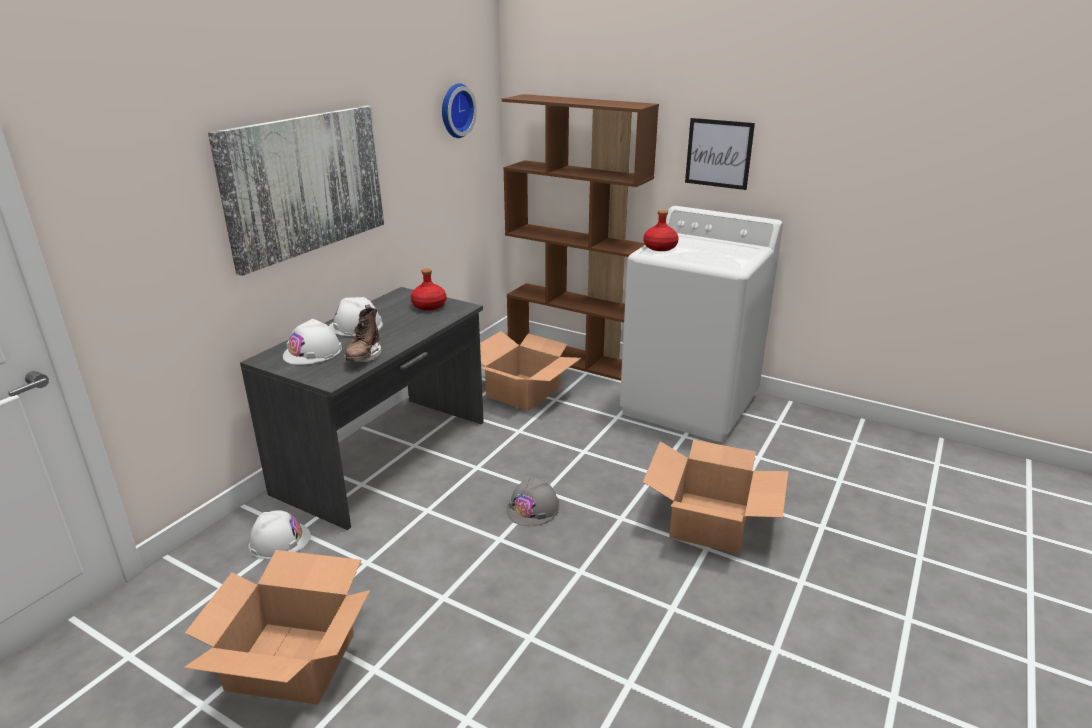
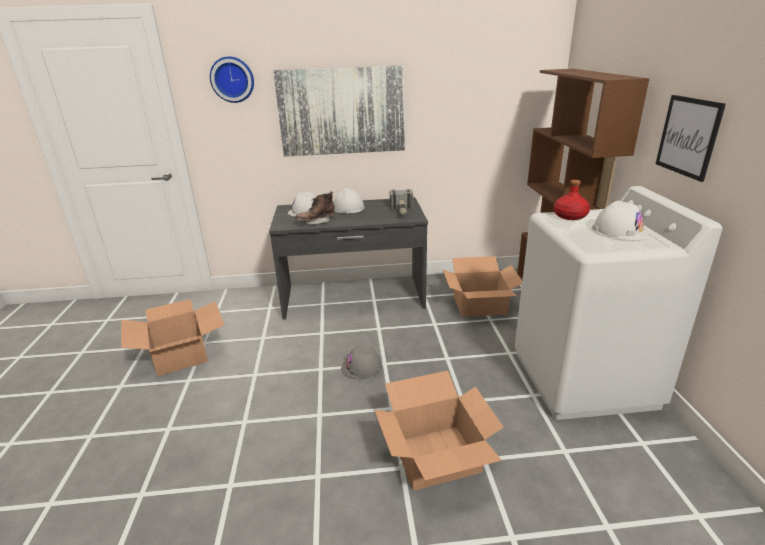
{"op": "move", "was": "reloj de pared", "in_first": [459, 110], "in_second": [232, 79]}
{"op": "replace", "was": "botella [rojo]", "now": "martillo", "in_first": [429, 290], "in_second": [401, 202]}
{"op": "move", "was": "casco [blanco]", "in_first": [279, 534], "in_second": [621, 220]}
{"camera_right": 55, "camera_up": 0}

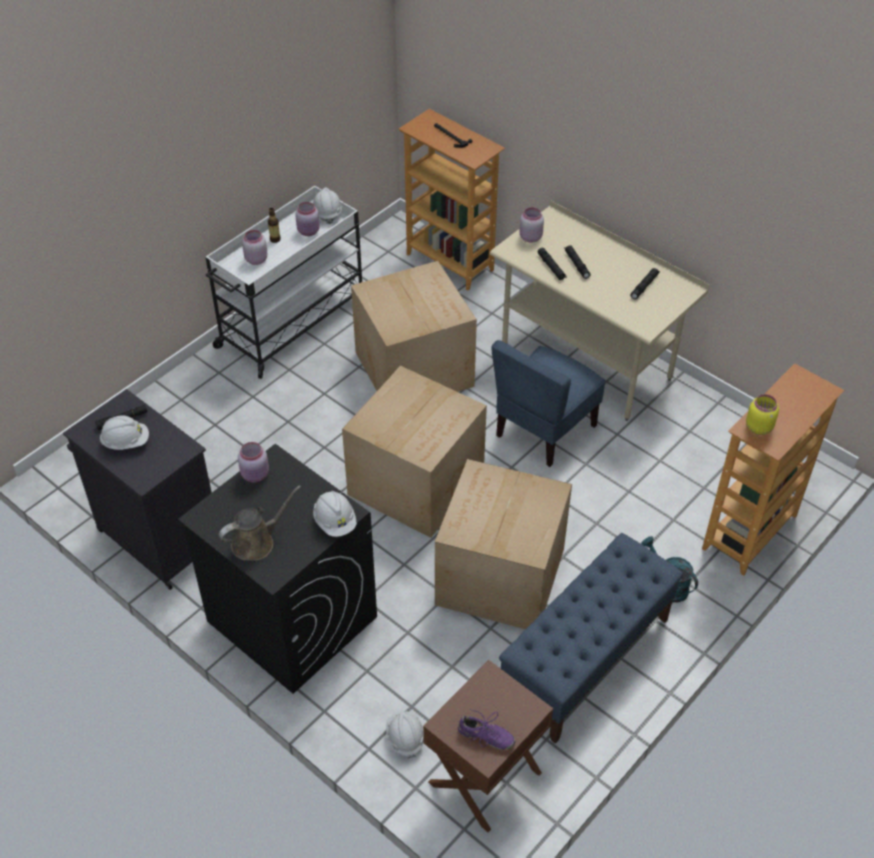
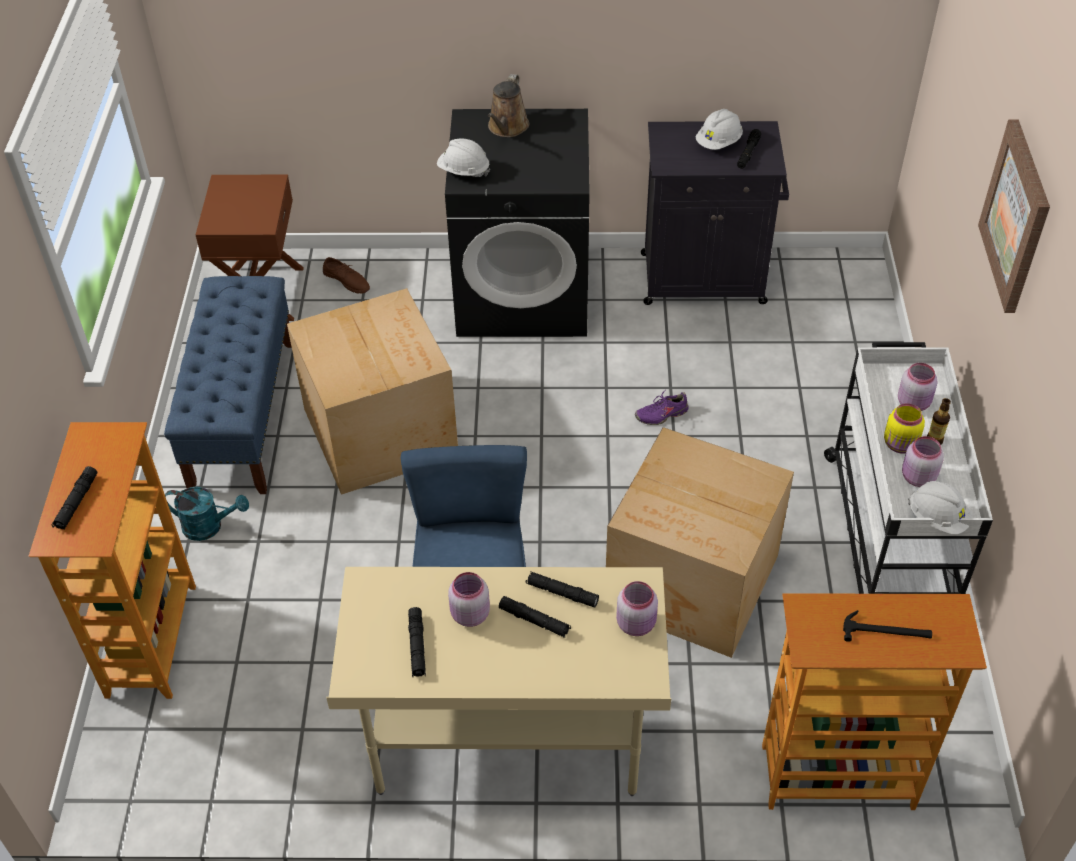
{"op": "insert", "now": "linterna [negro]", "in_second": [74, 498]}
{"op": "replace", "was": "casco [blanco]", "now": "zapato [marrón]", "in_first": [405, 734], "in_second": [346, 275]}
{"op": "move", "was": "tarro [rosa]", "in_first": [253, 462], "in_second": [469, 599]}
{"op": "move", "was": "zapato [morado]", "in_first": [486, 729], "in_second": [662, 408]}
{"op": "move", "was": "tarro [amarillo]", "in_first": [762, 414], "in_second": [904, 428]}
{"op": "insert", "now": "cuadro", "in_second": [1014, 216]}
{"op": "delete", "was": "caja de cartón", "in_first": [414, 452]}
{"camera_right": 140, "camera_up": 0}

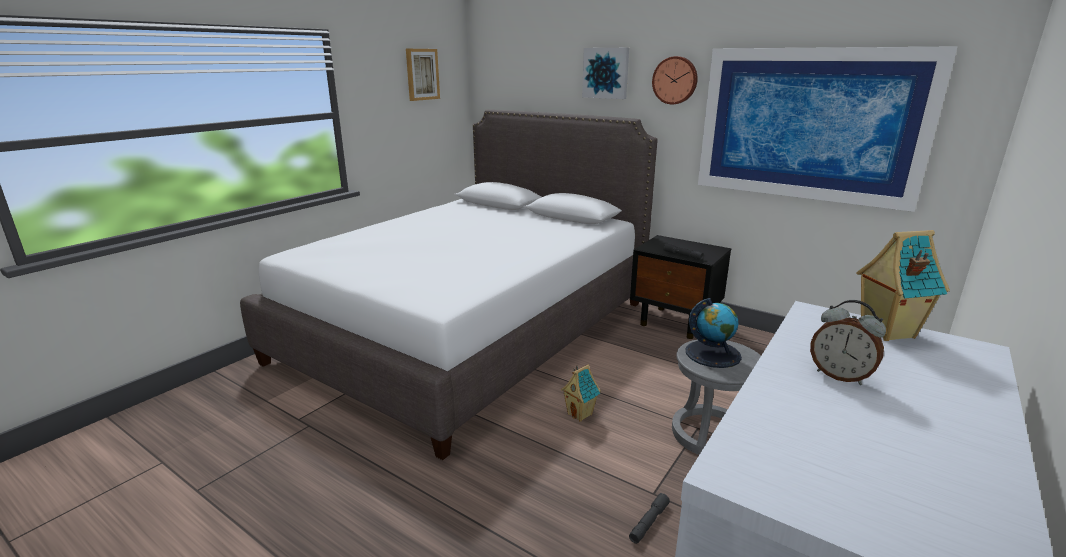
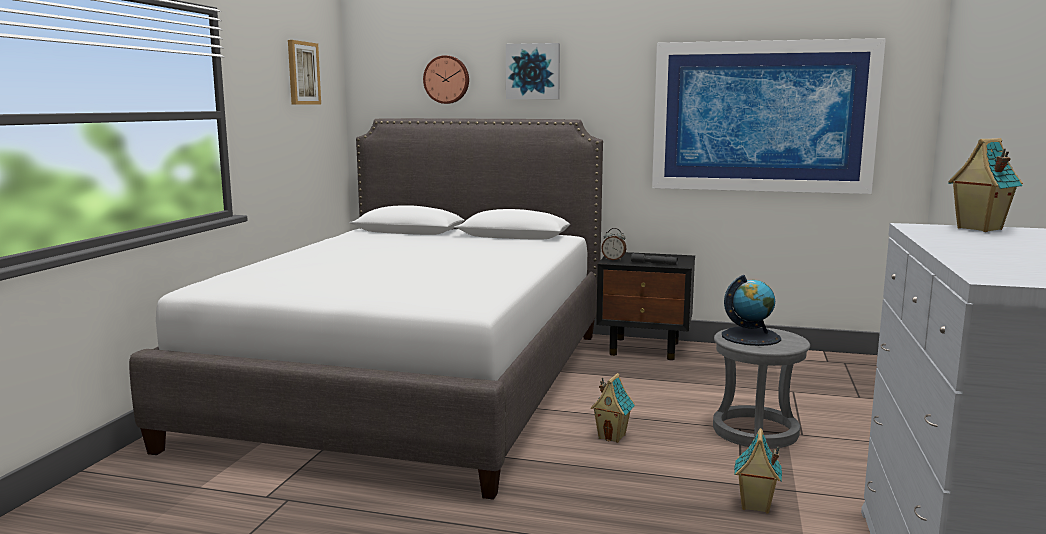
{"op": "move", "was": "reloj de pared", "in_first": [675, 80], "in_second": [446, 79]}
{"op": "move", "was": "despertador", "in_first": [848, 342], "in_second": [614, 244]}
{"op": "replace", "was": "linterna [gris]", "now": "casita", "in_first": [649, 518], "in_second": [758, 470]}
{"camera_right": -20, "camera_up": -10}

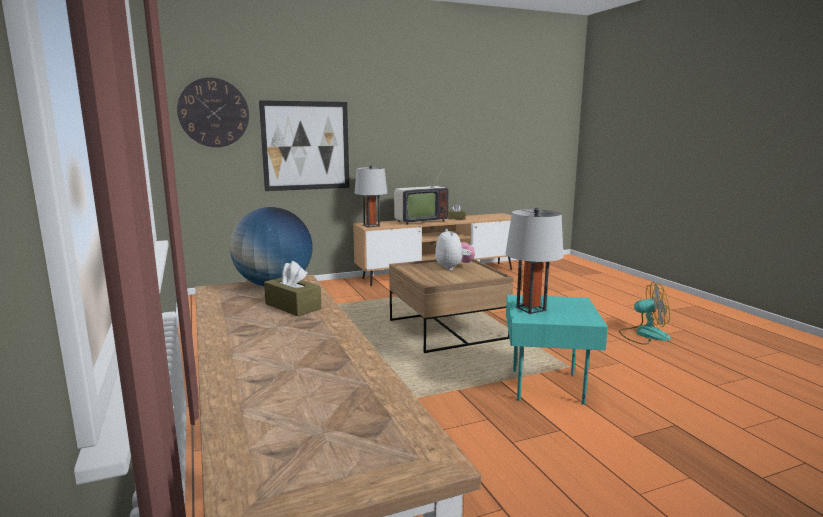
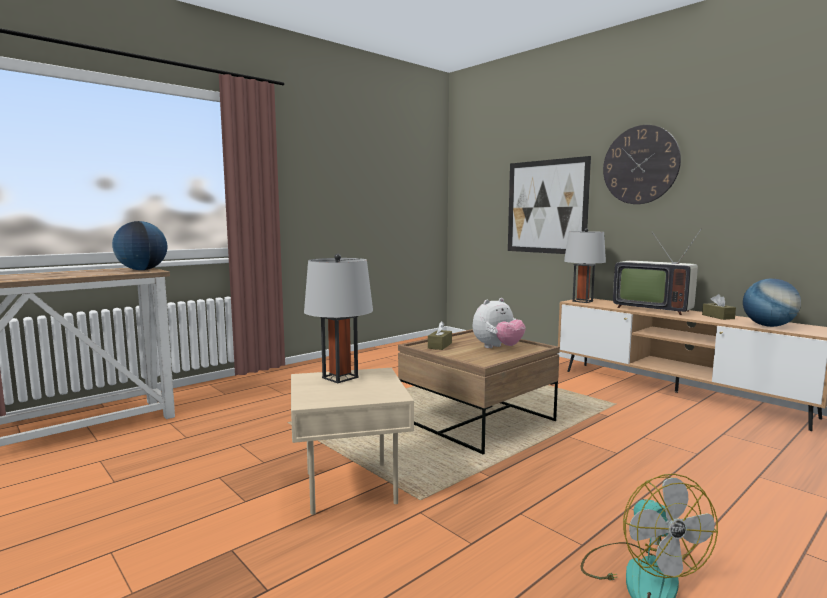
{"op": "recolor", "was": "mesa auxiliar [turquesa]", "now": "mesa auxiliar [beis]", "in_first": [557, 350], "in_second": [352, 441]}
{"op": "move", "was": "caja de pañuelos [marrón]", "in_first": [292, 288], "in_second": [440, 335]}
{"op": "move", "was": "reloj de pared", "in_first": [213, 112], "in_second": [642, 164]}
{"op": "insert", "now": "globo terráqueo", "in_second": [772, 302]}
{"camera_right": 70, "camera_up": -5}

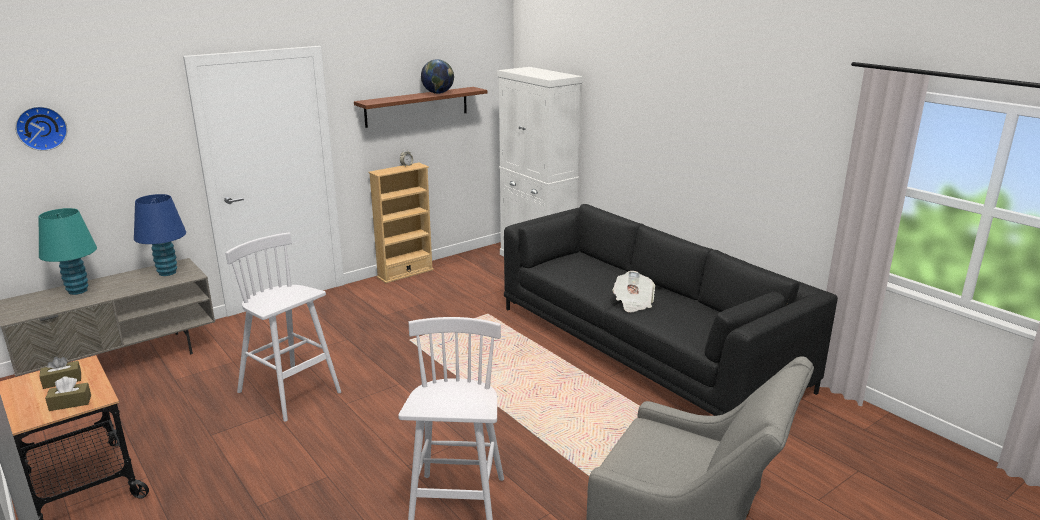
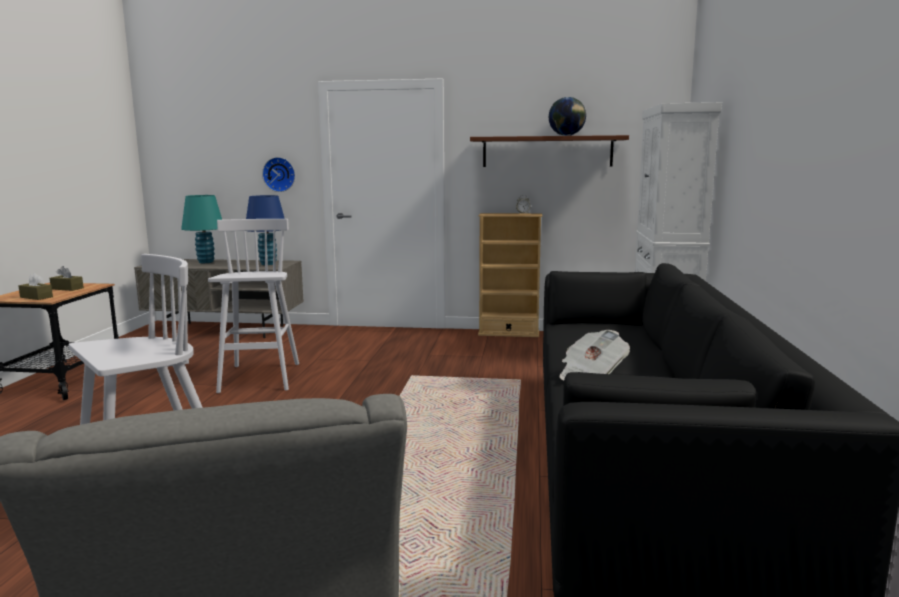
{"op": "move", "was": "reloj de pared", "in_first": [41, 128], "in_second": [278, 174]}
{"camera_right": 45, "camera_up": -10}

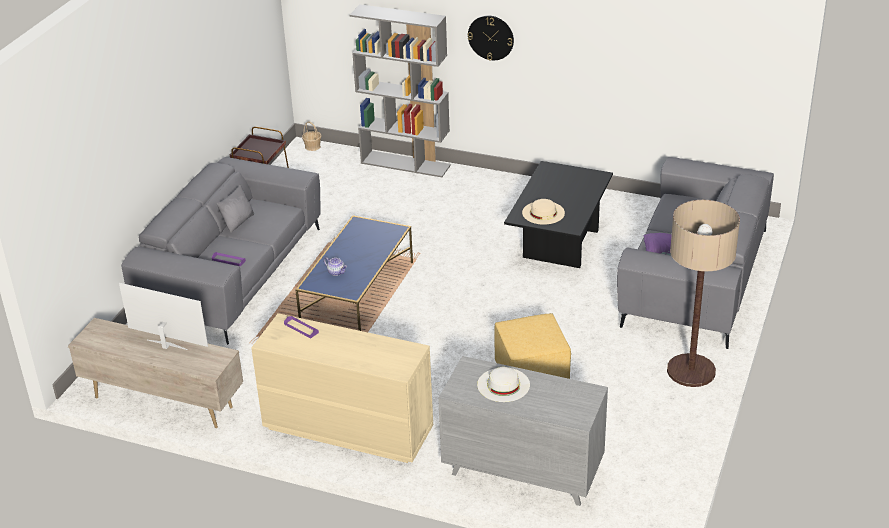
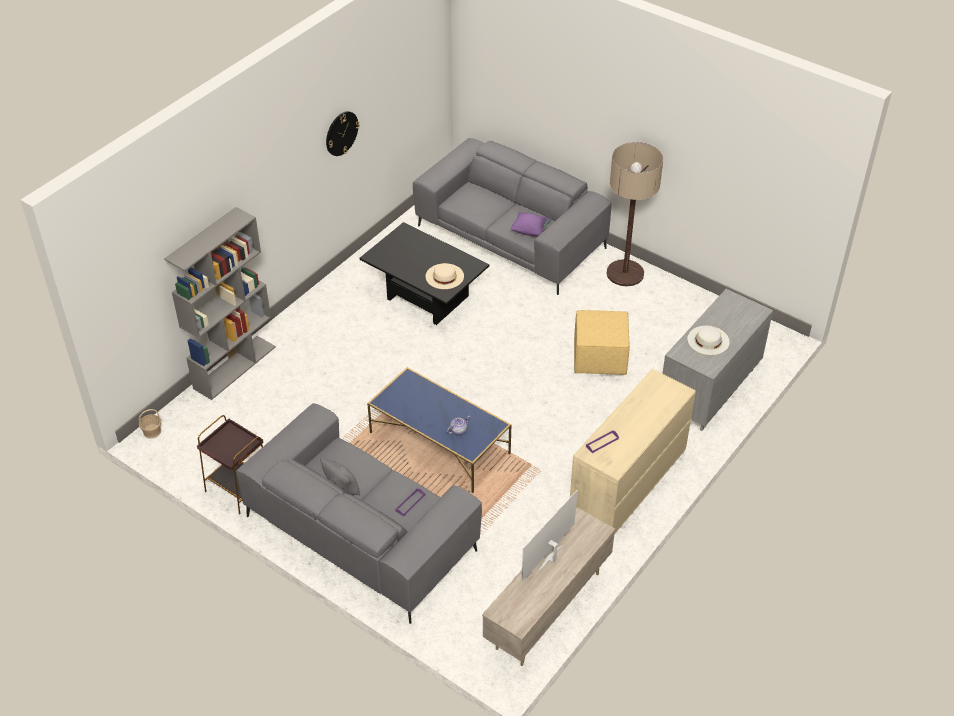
{"op": "move", "was": "reloj de pared", "in_first": [491, 38], "in_second": [342, 133]}
{"camera_right": -75, "camera_up": 10}

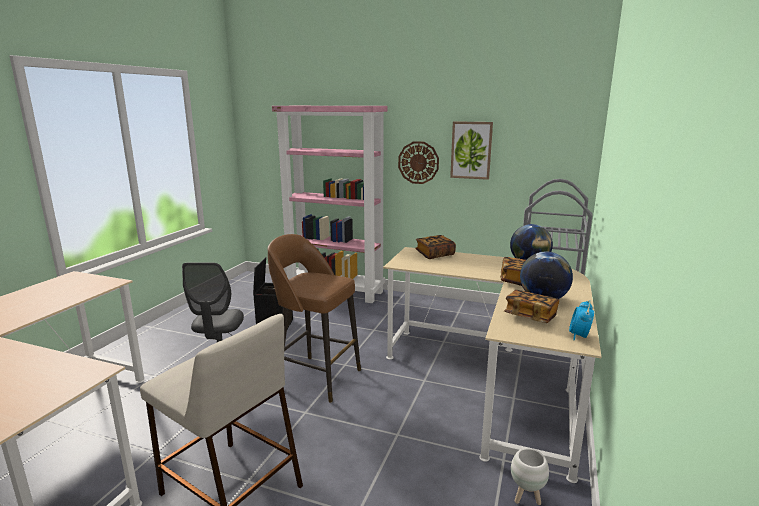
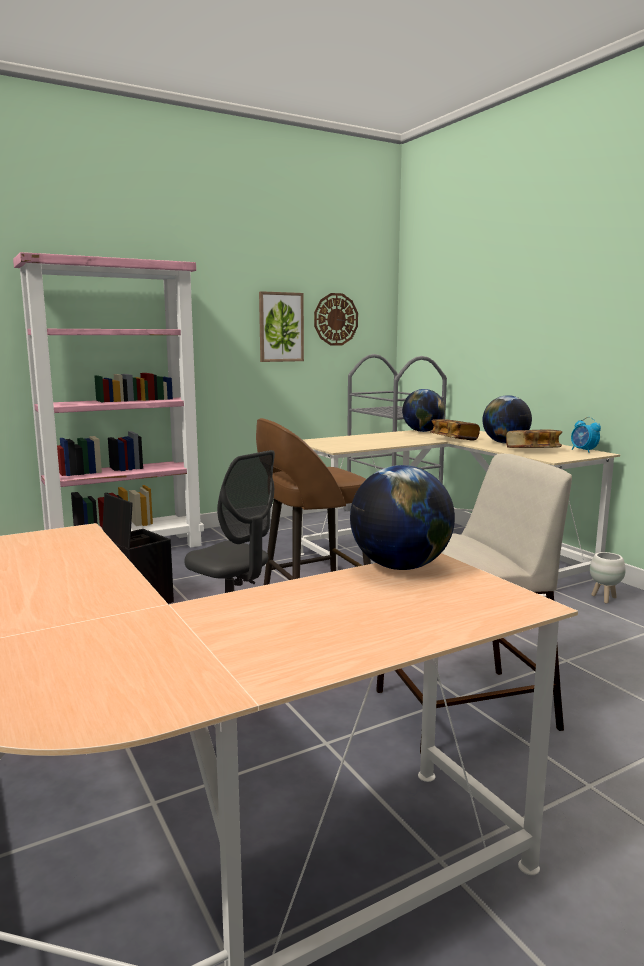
{"op": "move", "was": "reloj de pared", "in_first": [418, 162], "in_second": [336, 319]}
{"op": "insert", "now": "globo terráqueo", "in_second": [402, 517]}
{"op": "delete", "was": "libro", "in_first": [435, 247]}
{"camera_right": -50, "camera_up": -5}

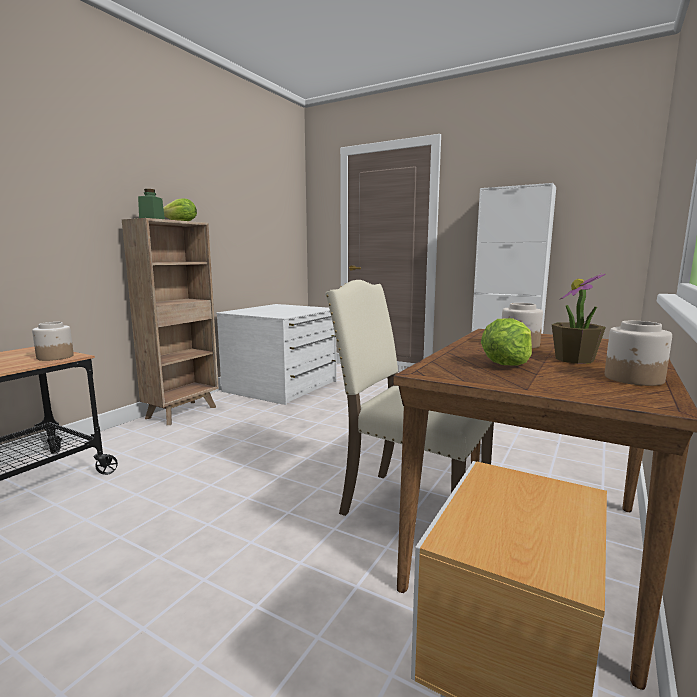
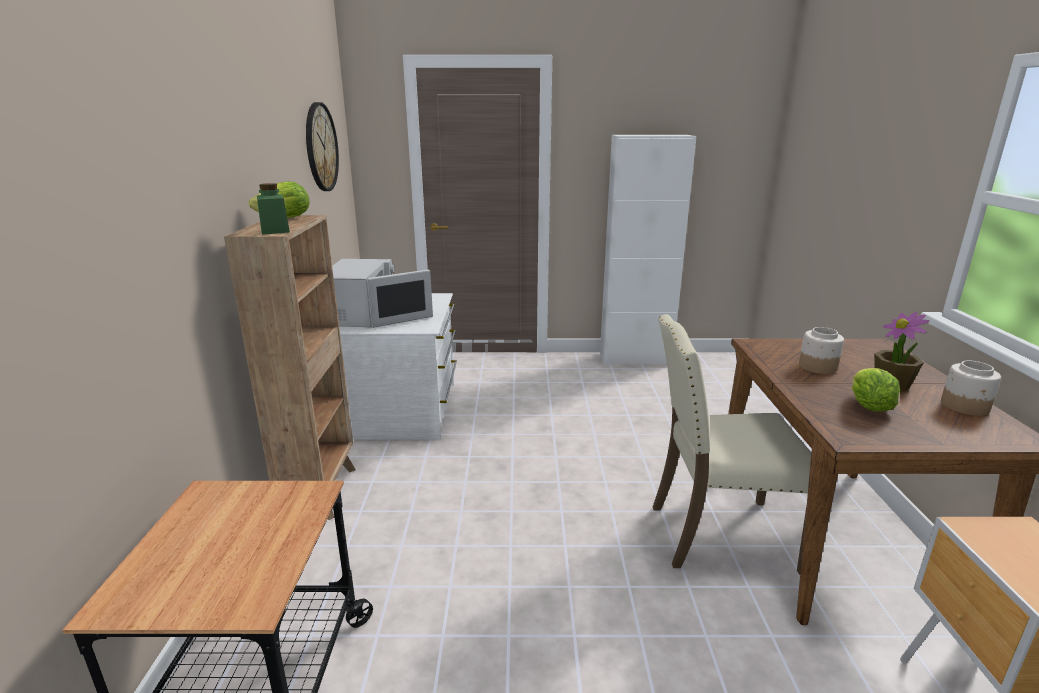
{"op": "insert", "now": "reloj de pared", "in_second": [322, 146]}
{"op": "insert", "now": "microondas [blanco]", "in_second": [382, 293]}
{"op": "delete", "was": "tarro", "in_first": [53, 341]}
{"camera_right": -30, "camera_up": 10}

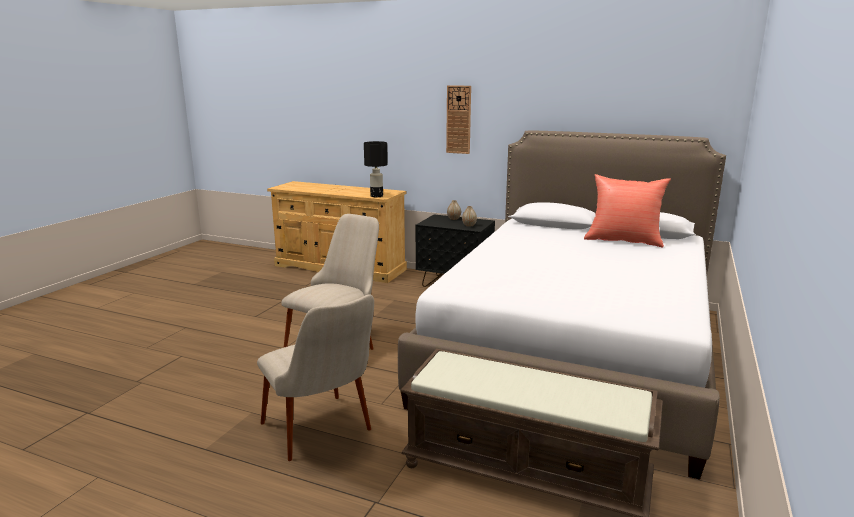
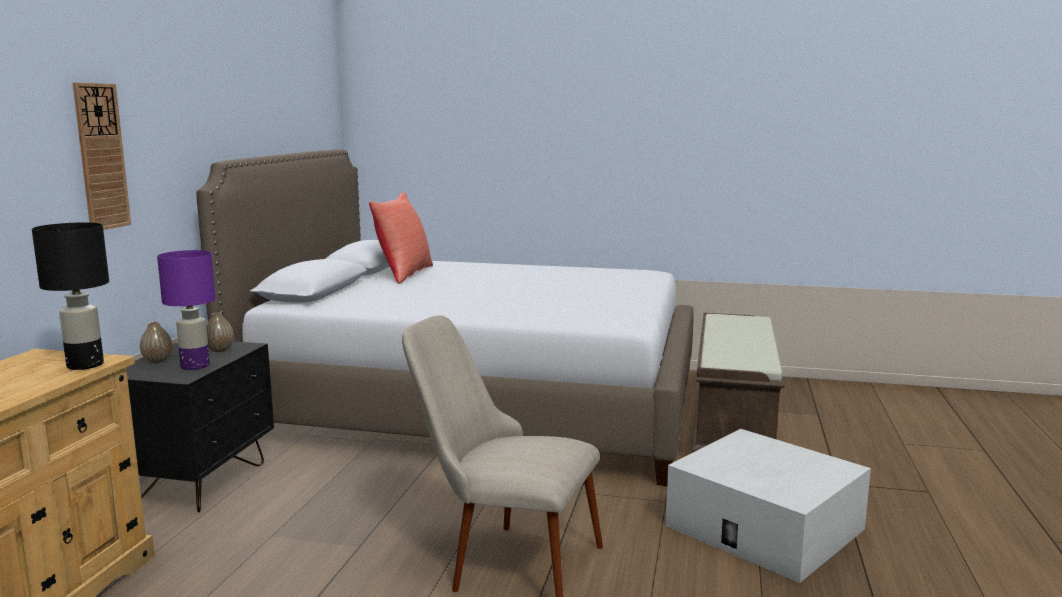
{"op": "insert", "now": "lámpara de mesa [morado]", "in_second": [186, 310]}
{"op": "replace", "was": "silla [beis]", "now": "caja de almacenaje [blanco]", "in_first": [315, 377], "in_second": [768, 506]}
{"camera_right": -100, "camera_up": -5}

